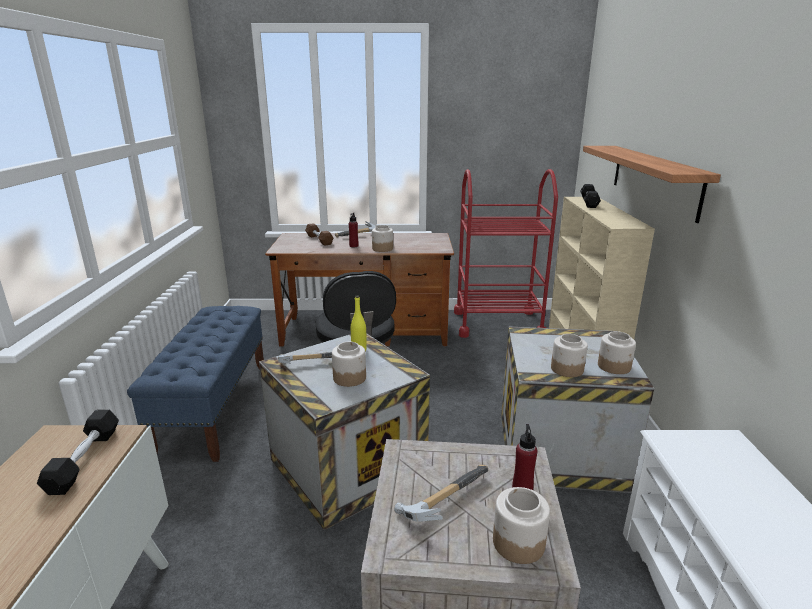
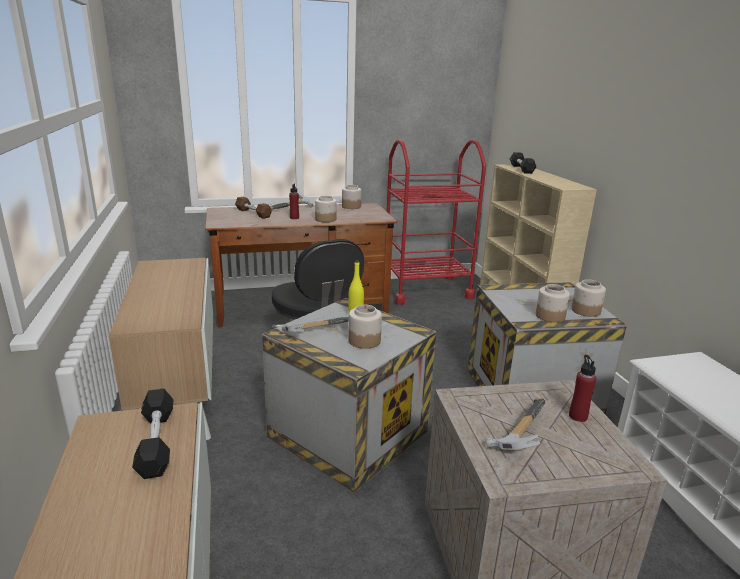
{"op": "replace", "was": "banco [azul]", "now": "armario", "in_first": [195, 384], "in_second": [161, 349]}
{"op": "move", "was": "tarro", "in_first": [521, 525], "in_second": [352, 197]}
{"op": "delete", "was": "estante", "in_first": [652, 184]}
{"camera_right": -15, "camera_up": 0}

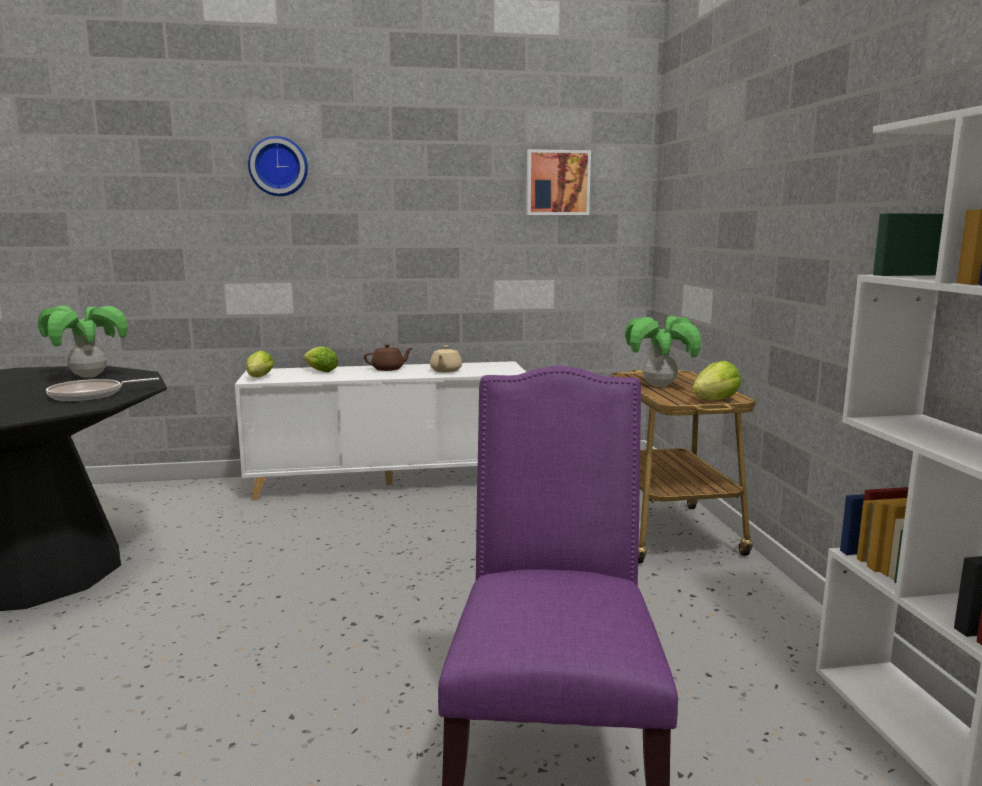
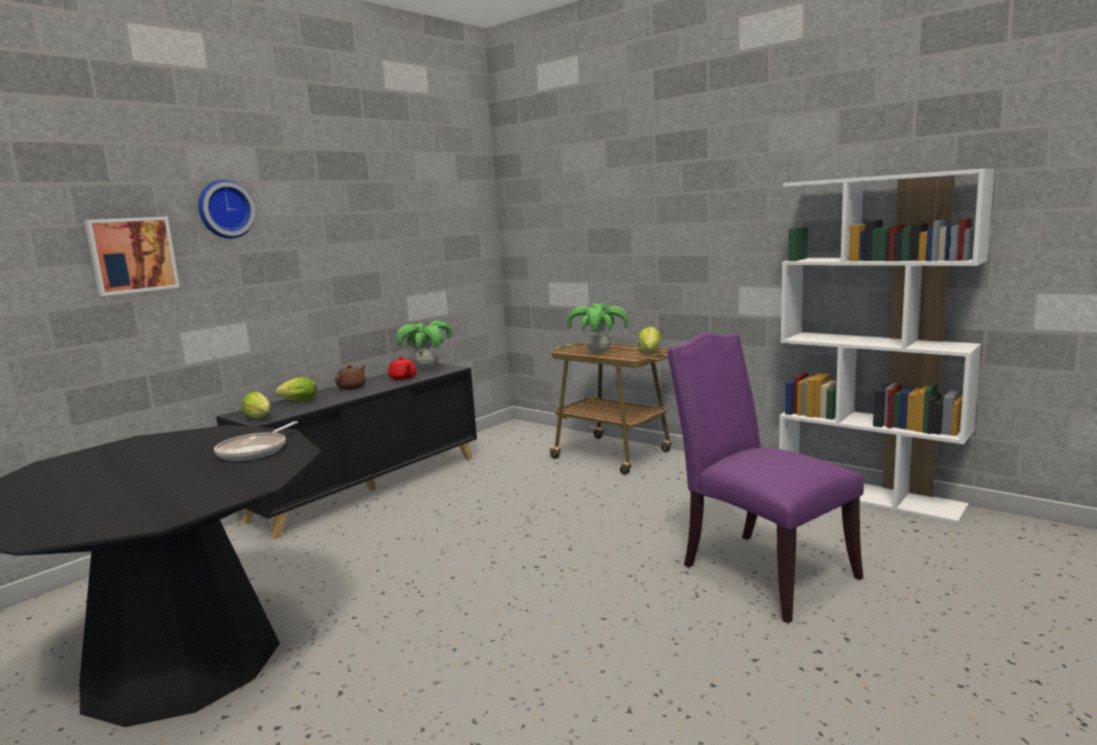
{"op": "move", "was": "cuadro", "in_first": [558, 182], "in_second": [132, 256]}
{"op": "recolor", "was": "armario [blanco]", "now": "armario [negro]", "in_first": [380, 430], "in_second": [346, 451]}
{"op": "recolor", "was": "tetera [beis]", "now": "tetera [rojo]", "in_first": [446, 358], "in_second": [402, 368]}
{"op": "move", "was": "planta en maceta", "in_first": [83, 342], "in_second": [424, 344]}
{"camera_right": -40, "camera_up": 0}

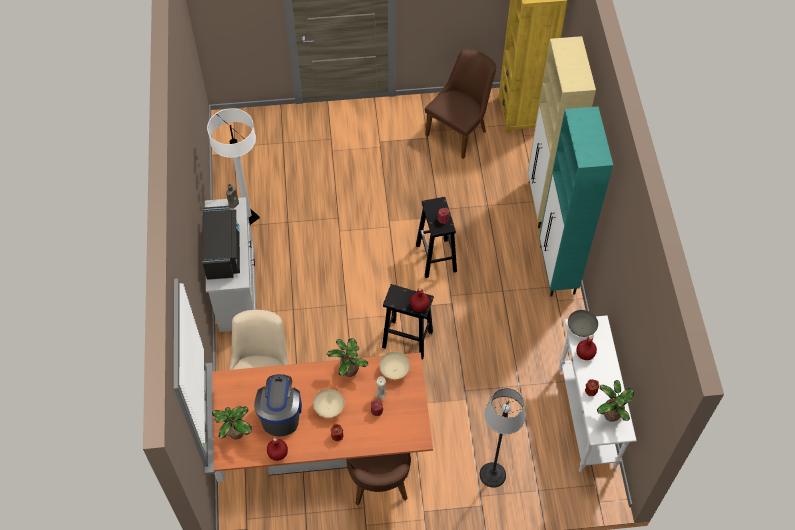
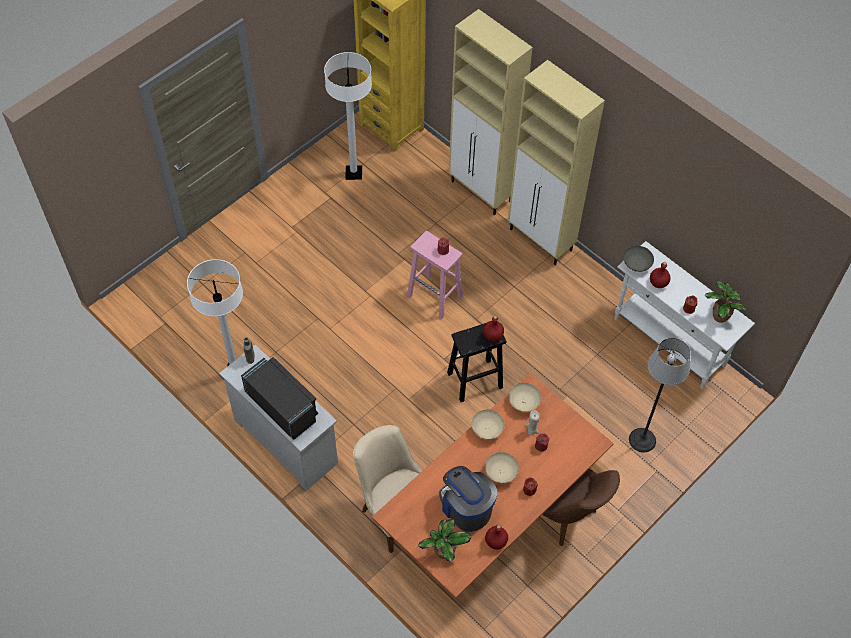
{"op": "replace", "was": "silla [marrón]", "now": "lámpara de pie [blanco]", "in_first": [460, 104], "in_second": [348, 116]}
{"op": "recolor", "was": "taburete [negro]", "now": "taburete [rosa]", "in_first": [436, 237], "in_second": [435, 274]}
{"op": "replace", "was": "planta en maceta", "now": "cuenco [beis]", "in_first": [347, 357], "in_second": [488, 424]}
{"op": "recolor", "was": "armario [turquesa]", "now": "armario [beis]", "in_first": [576, 202], "in_second": [556, 162]}
{"camera_right": -40, "camera_up": 0}

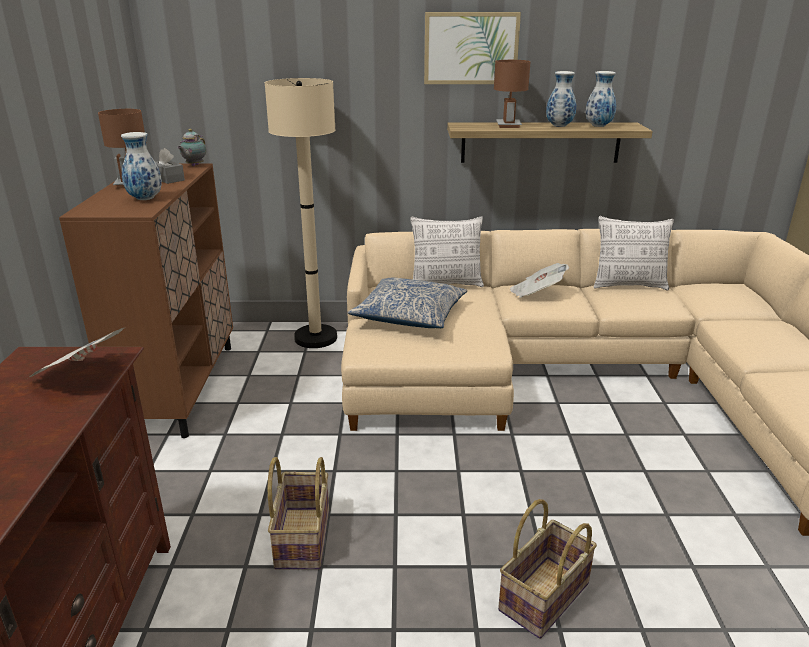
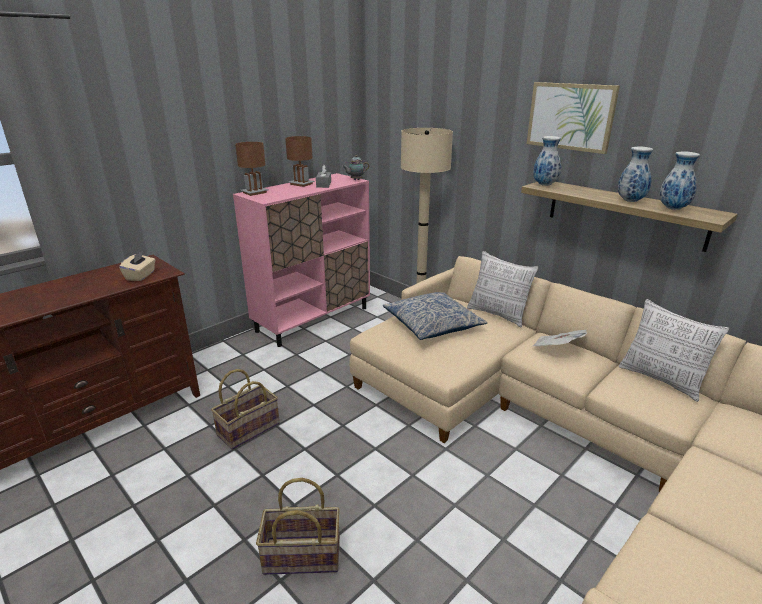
{"op": "replace", "was": "periódico", "now": "caja de pañuelos [beis]", "in_first": [76, 353], "in_second": [137, 266]}
{"op": "recolor", "was": "armario [marrón]", "now": "armario [rosa]", "in_first": [146, 301], "in_second": [301, 260]}
{"op": "move", "was": "lámpara de mesa [marrón]", "in_first": [512, 94], "in_second": [251, 169]}
{"op": "move", "was": "florero", "in_first": [141, 166], "in_second": [547, 161]}
{"camera_right": 45, "camera_up": 0}

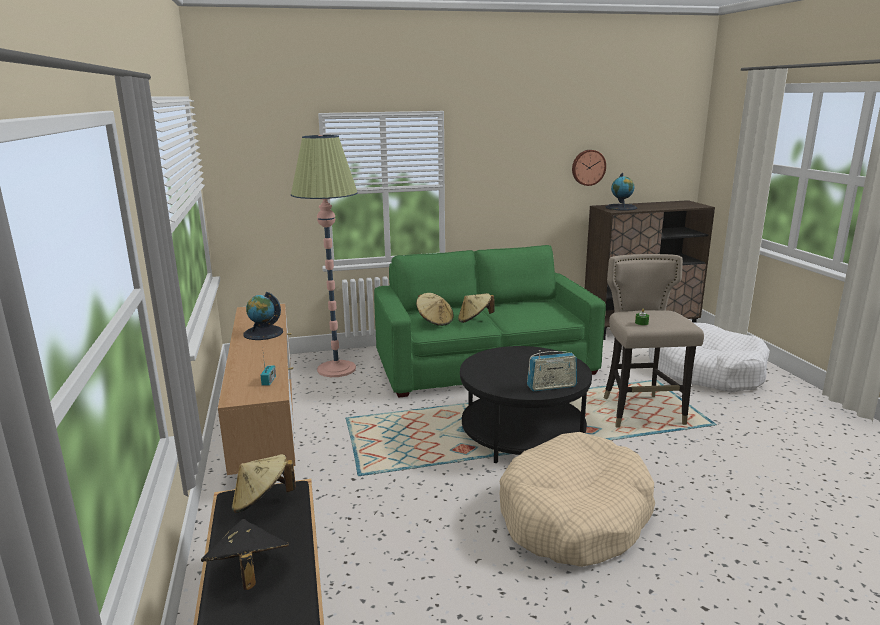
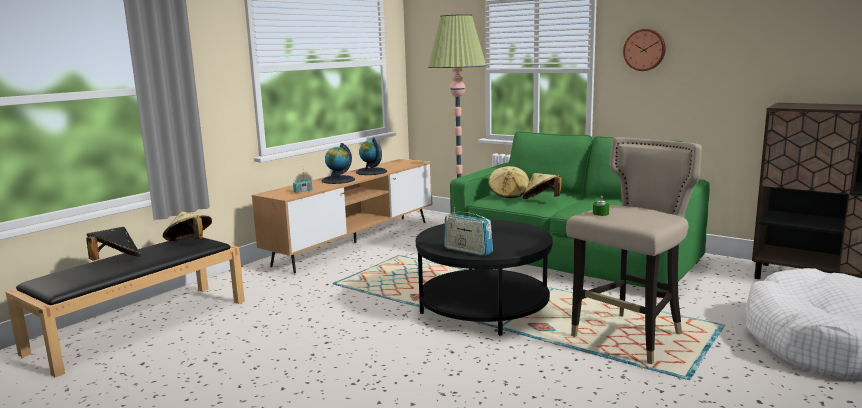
{"op": "move", "was": "globo terráqueo", "in_first": [621, 192], "in_second": [338, 163]}
{"op": "move", "was": "reloj de pared", "in_first": [589, 168], "in_second": [644, 50]}
{"op": "delete", "was": "cama para perro [beis]", "in_first": [577, 499]}
{"camera_right": 50, "camera_up": -5}

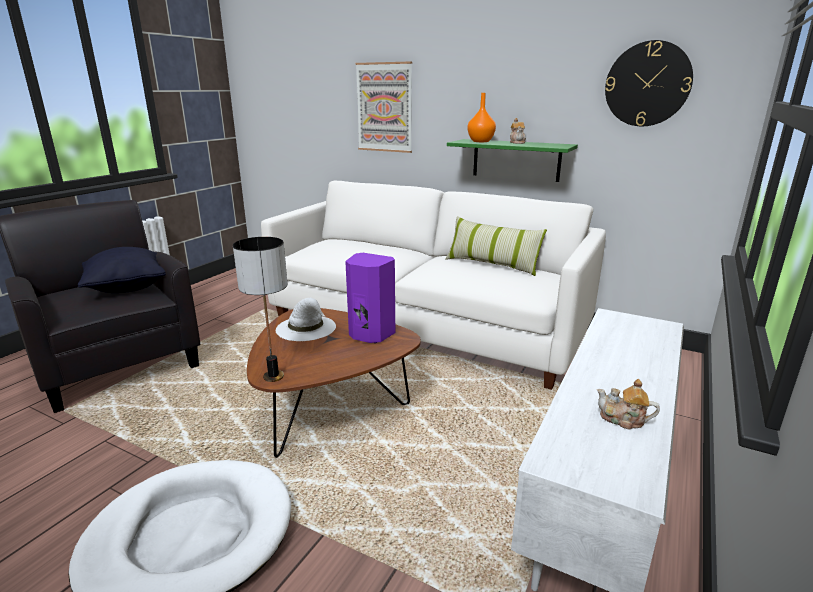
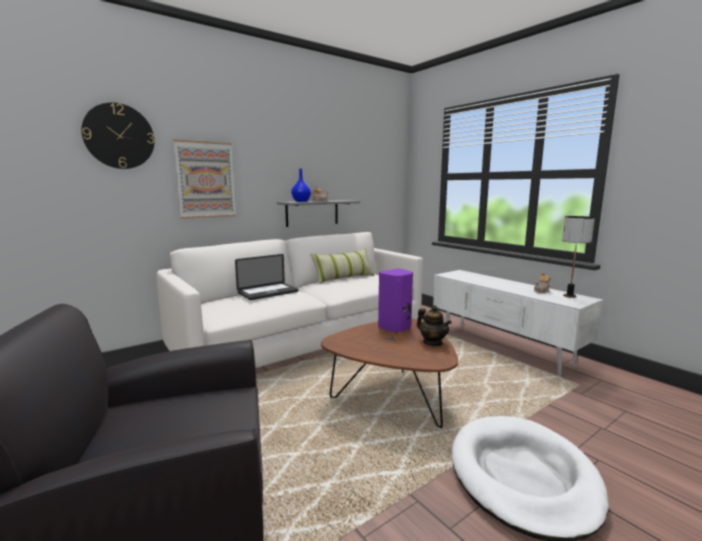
{"op": "move", "was": "reloj de pared", "in_first": [649, 83], "in_second": [117, 135]}
{"op": "insert", "now": "portátil", "in_second": [266, 277]}
{"op": "recolor", "was": "estante [verde]", "now": "estante [gris]", "in_first": [512, 160], "in_second": [318, 213]}
{"op": "recolor", "was": "florero [naranja]", "now": "florero [azul]", "in_first": [481, 117], "in_second": [301, 185]}
{"op": "insert", "now": "tetera", "in_second": [434, 325]}
{"op": "move", "was": "lámpara de mesa", "in_first": [260, 309], "in_second": [578, 257]}
{"op": "delete", "was": "cojín [negro]", "in_first": [122, 270]}
{"op": "delete", "was": "sombrero [blanco]", "in_first": [306, 319]}
{"camera_right": -65, "camera_up": -10}

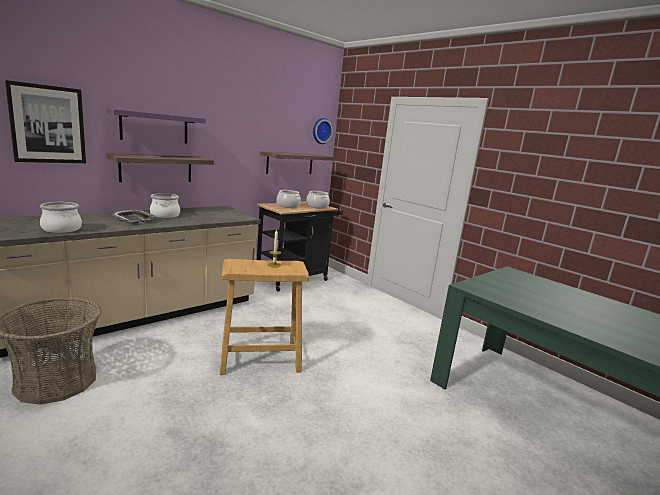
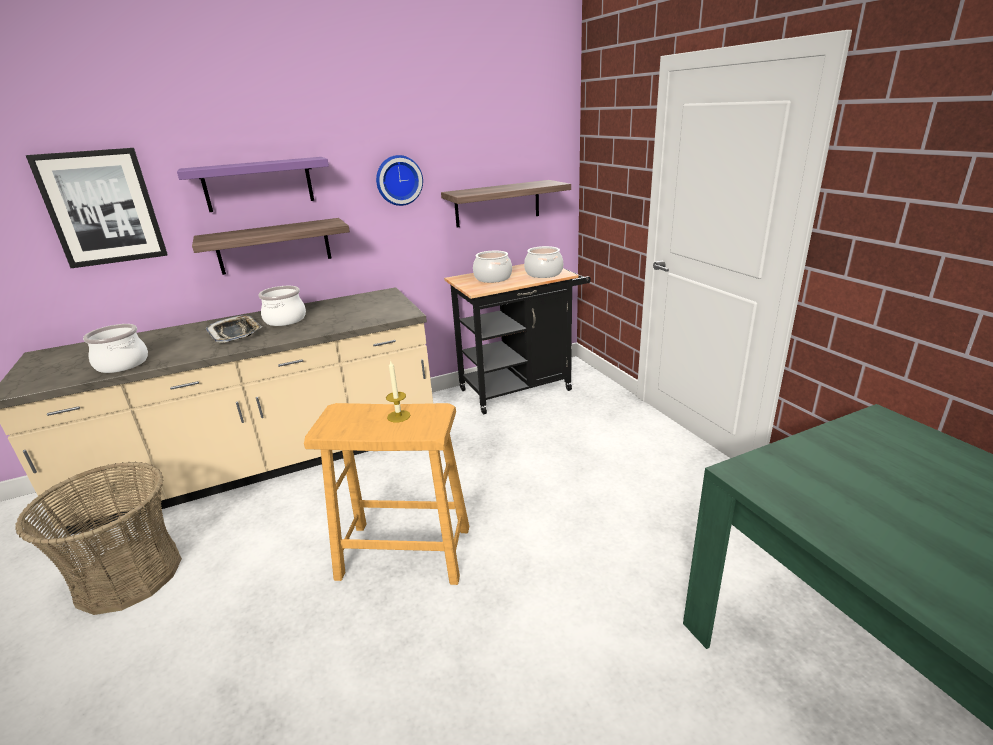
{"op": "move", "was": "reloj de pared", "in_first": [323, 131], "in_second": [399, 180]}
{"camera_right": 20, "camera_up": 10}

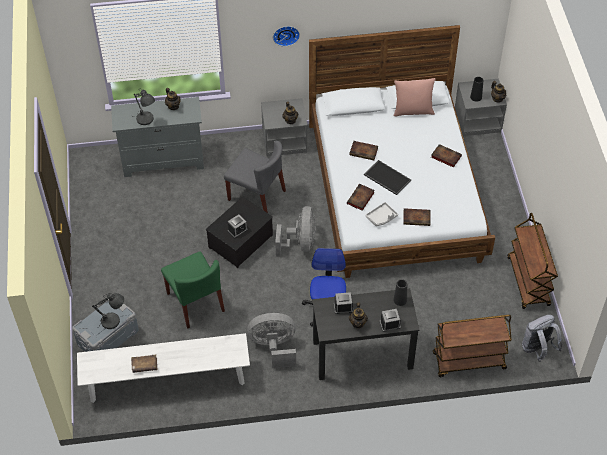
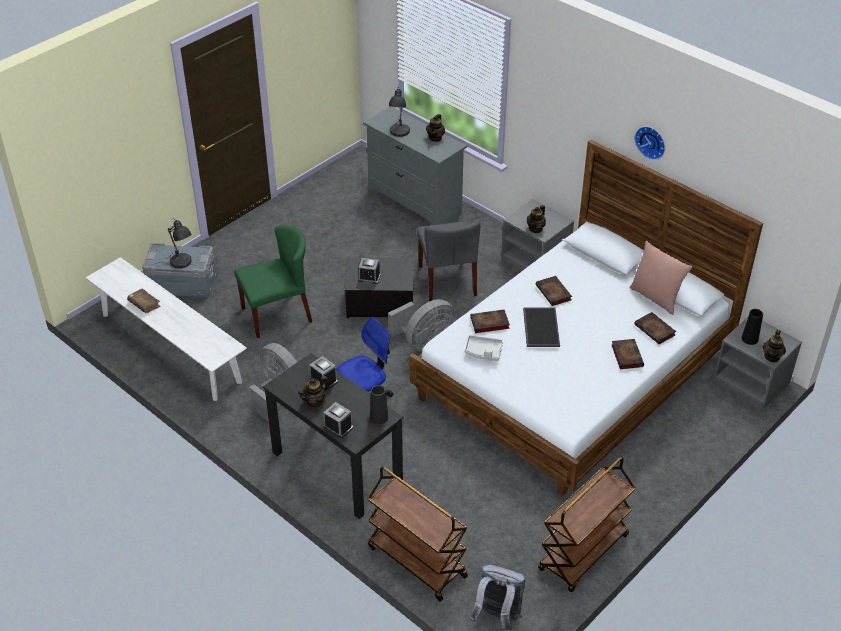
{"op": "rotate", "was": "silla [verde]", "in_first": [193, 290], "in_second": [273, 281], "clockwise": -135}
{"op": "move", "was": "libro", "in_first": [416, 217], "in_second": [655, 328]}
{"op": "move", "was": "reloj de pared", "in_first": [286, 36], "in_second": [650, 143]}
{"camera_right": 50, "camera_up": -10}

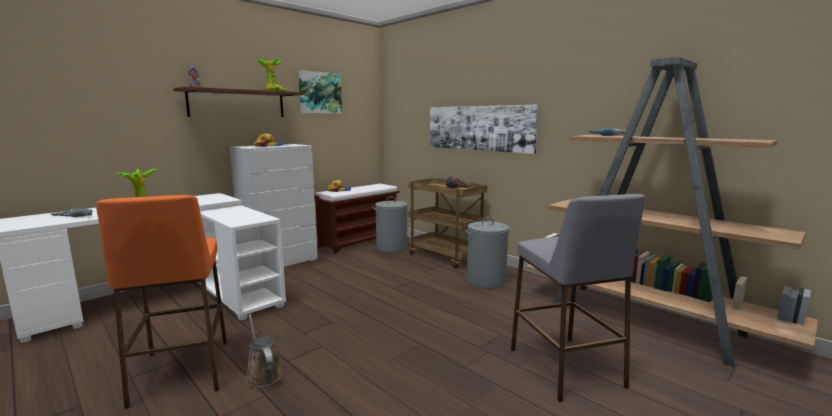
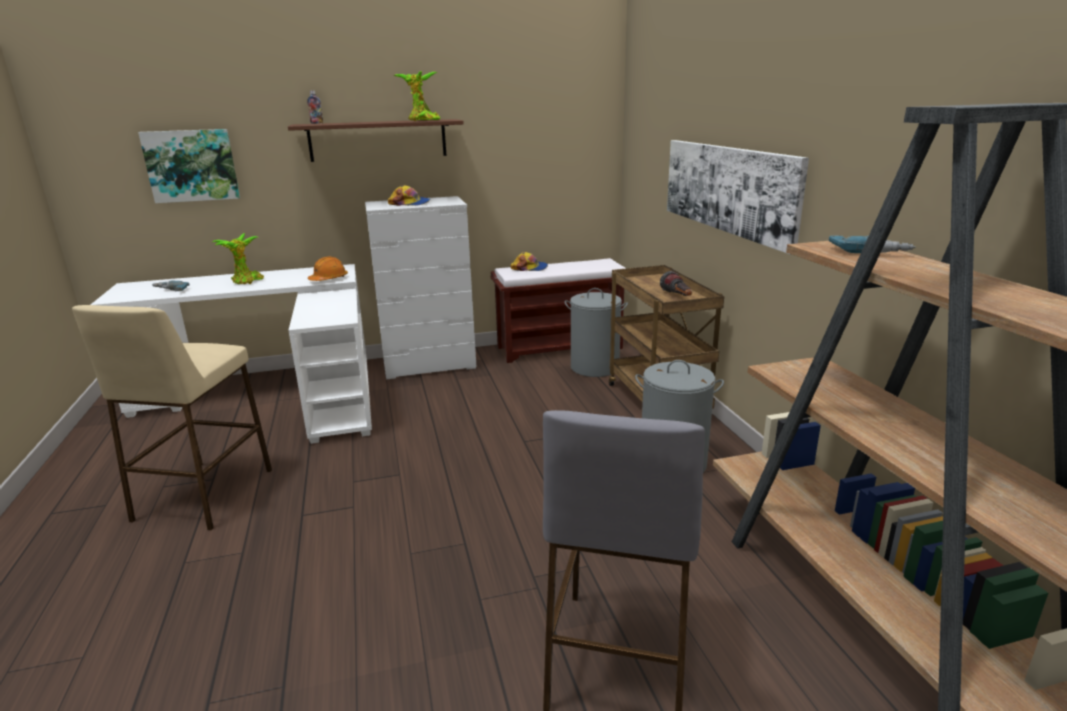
{"op": "recolor", "was": "taburete [naranja]", "now": "taburete [beis]", "in_first": [161, 302], "in_second": [172, 417]}
{"op": "move", "was": "cuadro", "in_first": [320, 91], "in_second": [189, 166]}
{"op": "insert", "now": "casco [naranja]", "in_second": [328, 269]}
{"op": "delete", "was": "regadera [marrón]", "in_first": [264, 350]}
{"camera_right": 30, "camera_up": 10}

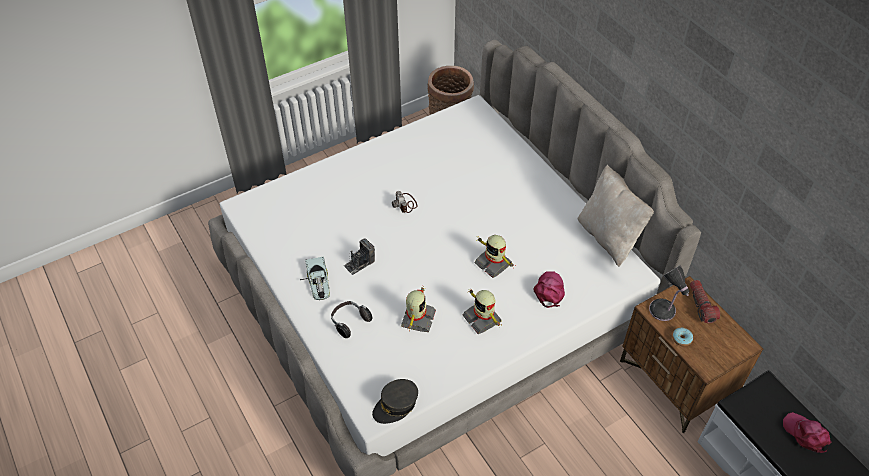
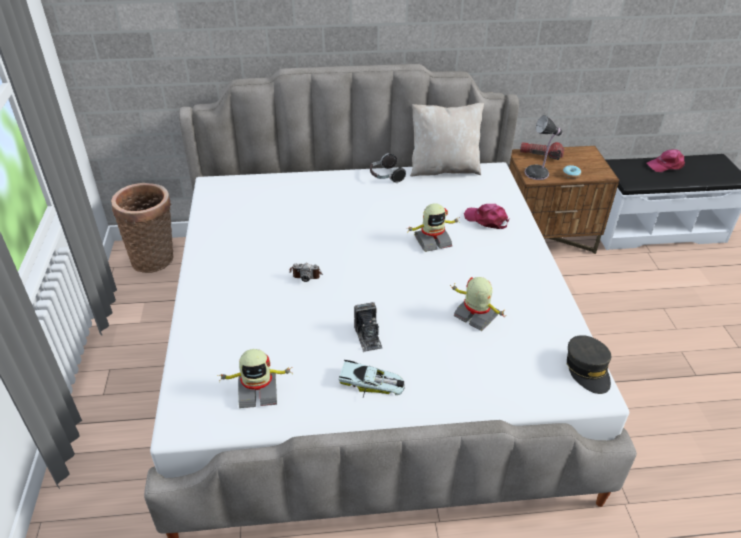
{"op": "move", "was": "robot de juguete", "in_first": [482, 312], "in_second": [256, 378]}
{"op": "move", "was": "auriculares", "in_first": [351, 319], "in_second": [388, 168]}
{"camera_right": -65, "camera_up": -10}

